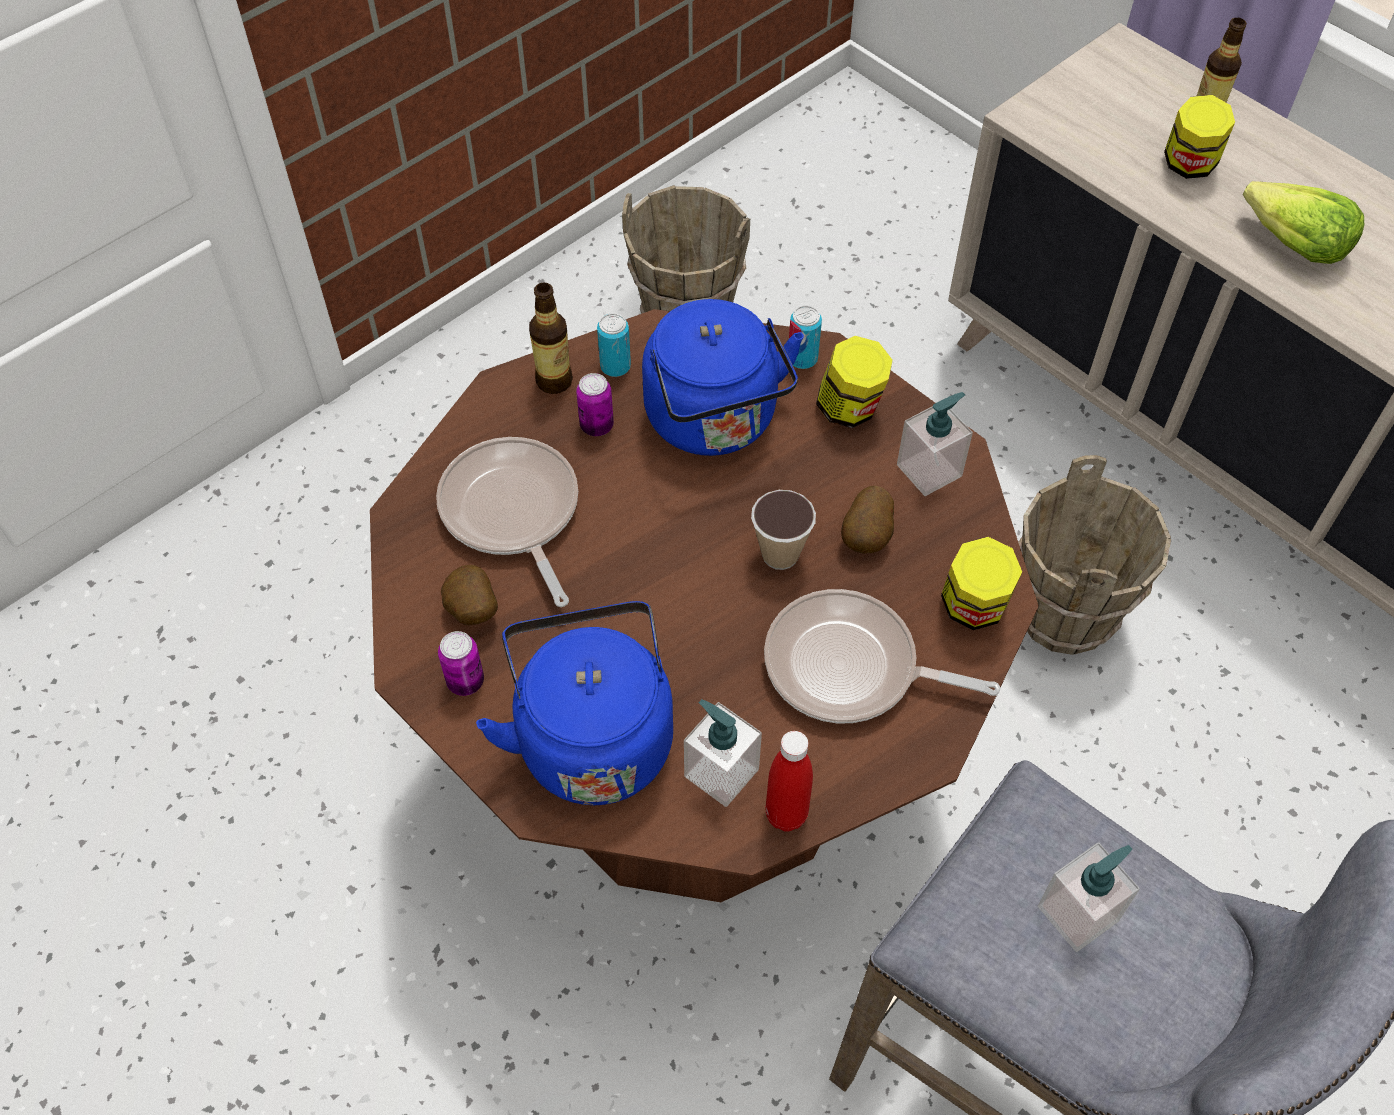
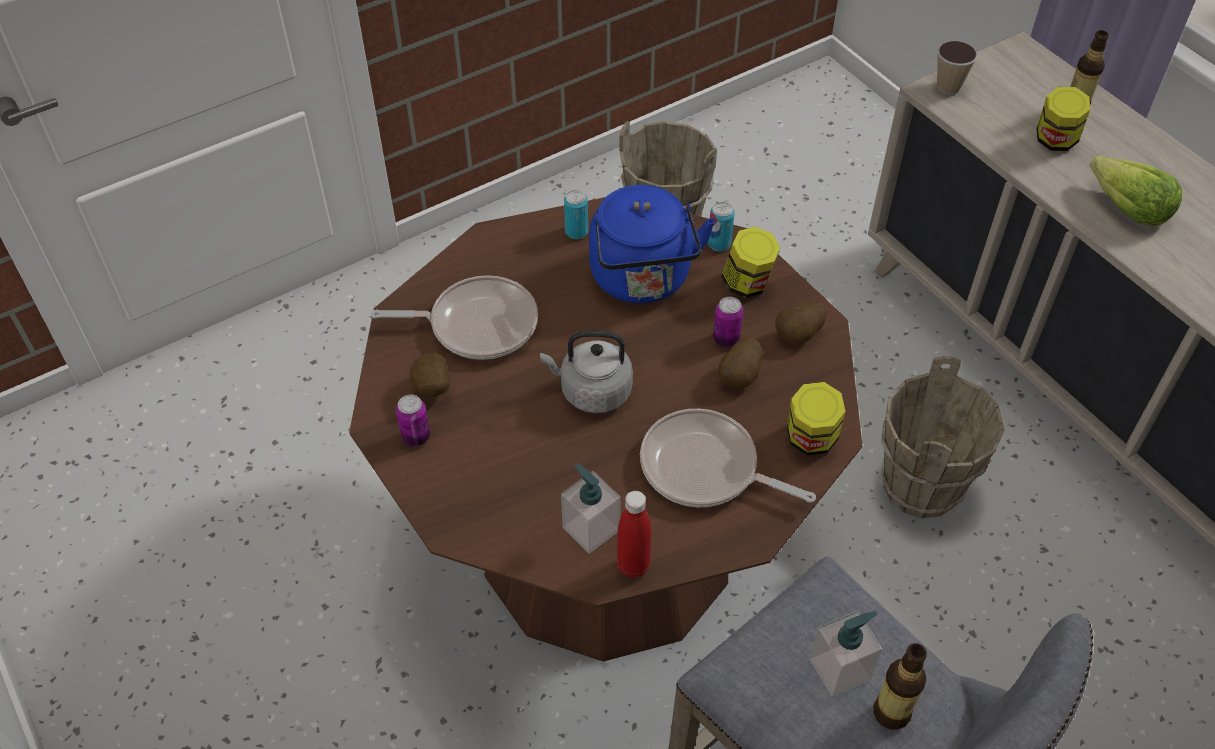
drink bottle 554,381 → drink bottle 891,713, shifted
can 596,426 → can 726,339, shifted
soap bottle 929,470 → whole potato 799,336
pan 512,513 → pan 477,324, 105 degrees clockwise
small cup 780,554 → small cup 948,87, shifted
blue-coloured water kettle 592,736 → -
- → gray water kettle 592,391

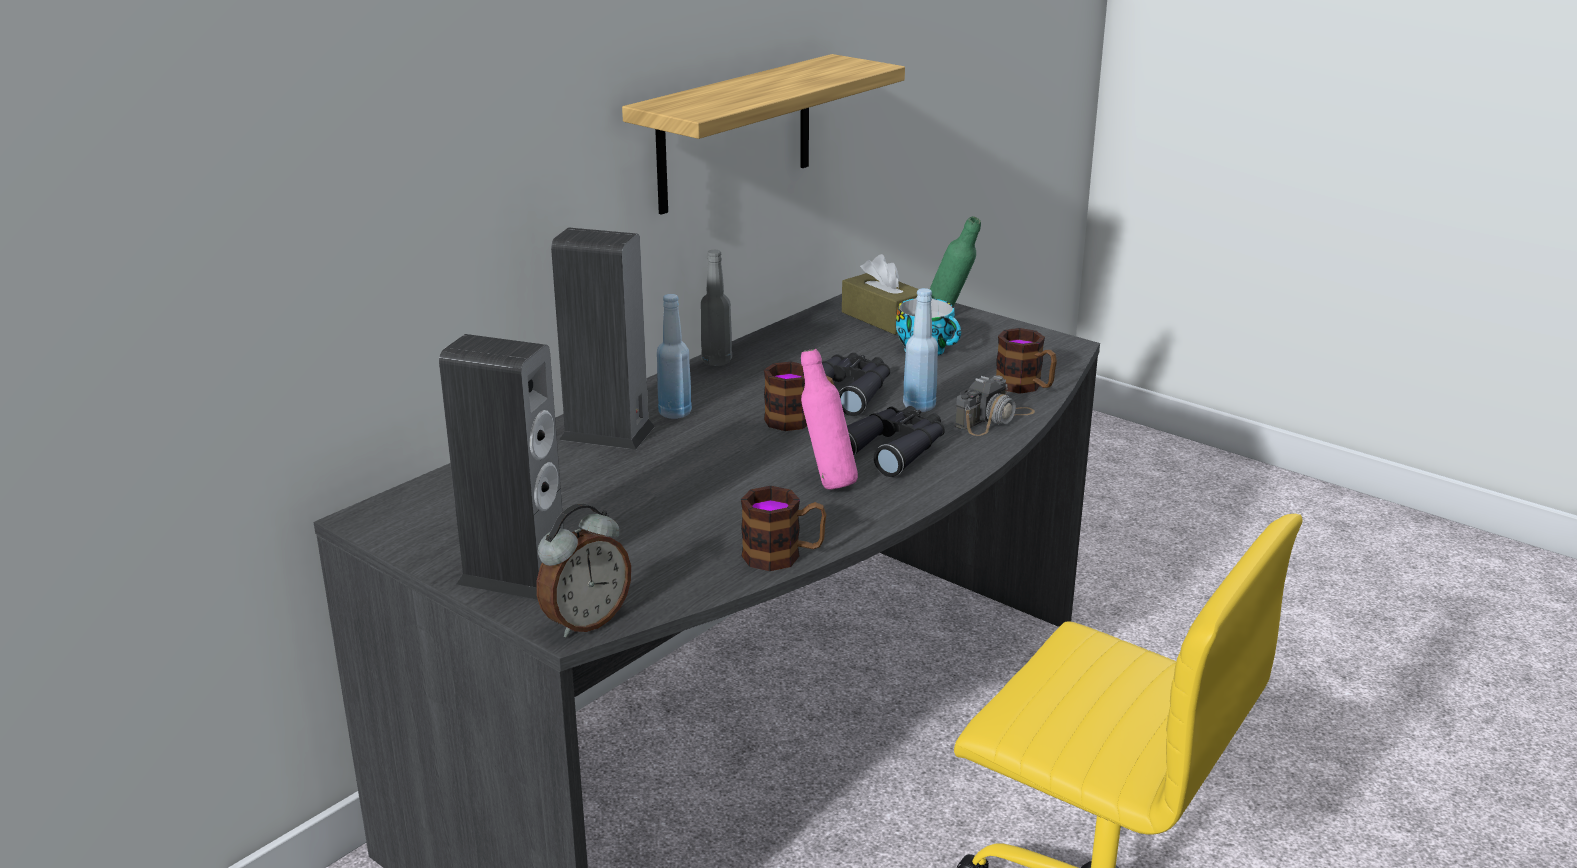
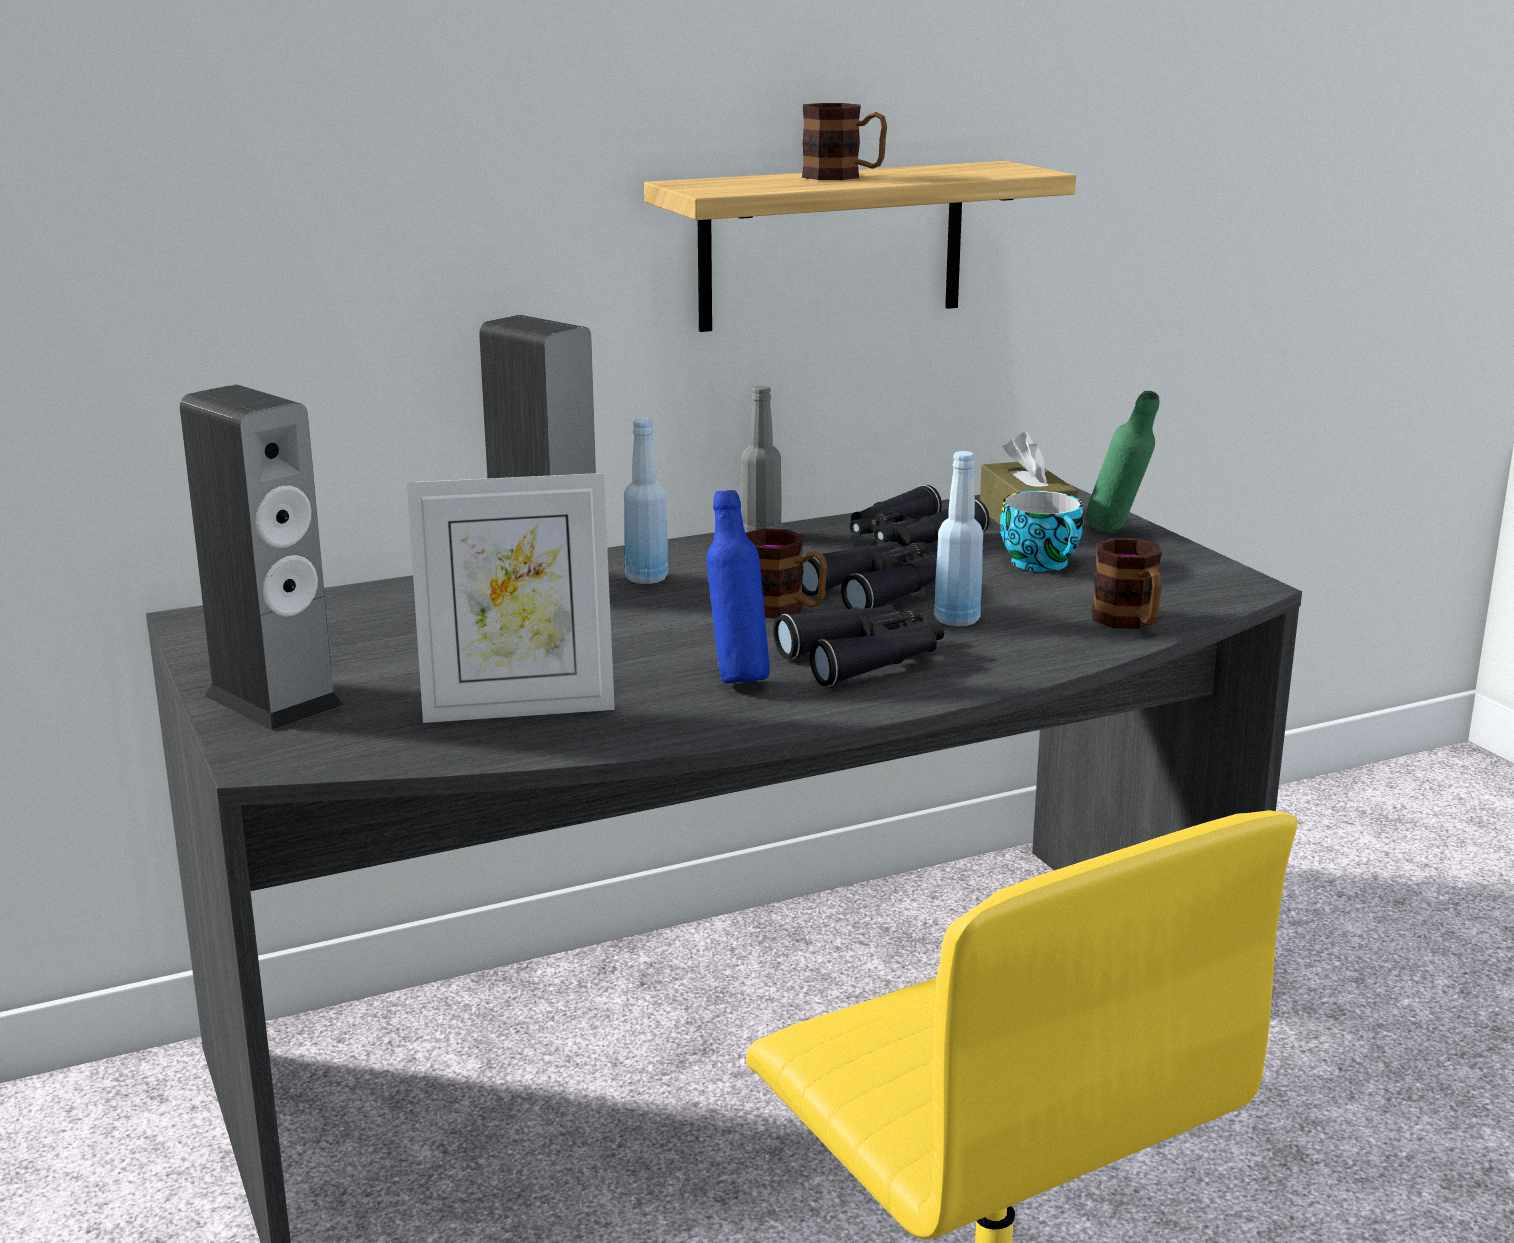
pinkish drink bottle 827,483 → blue-coloured drink bottle 737,678
still camera 994,419 → -
mug 783,556 → mug 843,177, shifted
alarm clock 585,621 → -
- → standing frame 518,708
- → black binoculars 910,539

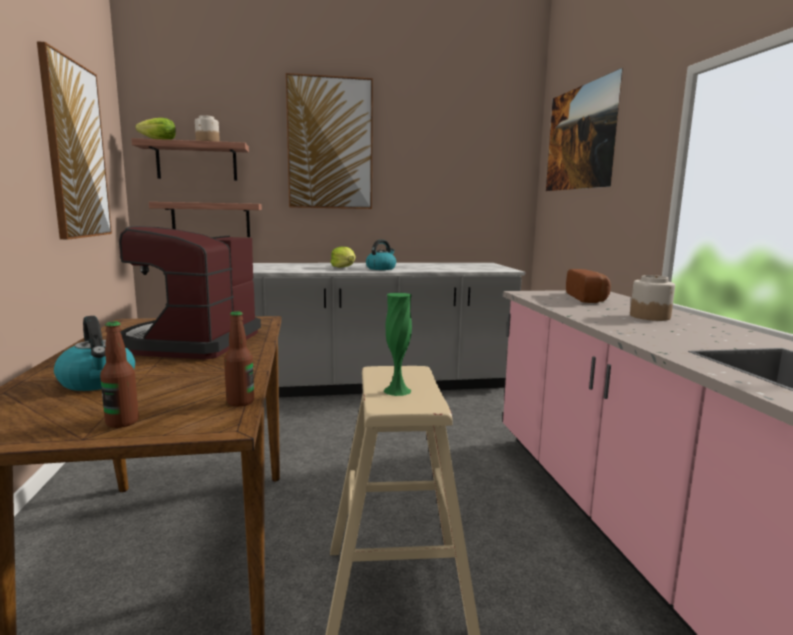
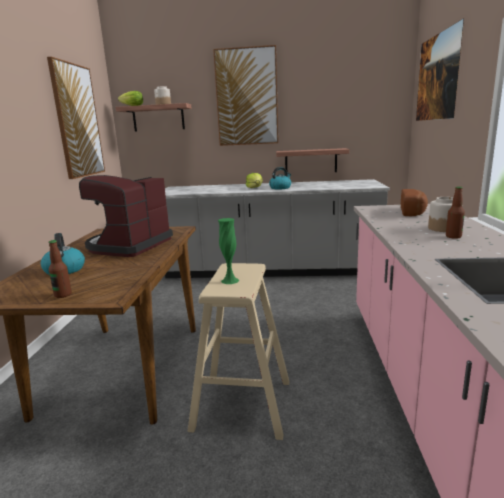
wall shelf 211,220 → wall shelf 310,161, shifted
drink bottle 240,402 → drink bottle 453,236, shifted

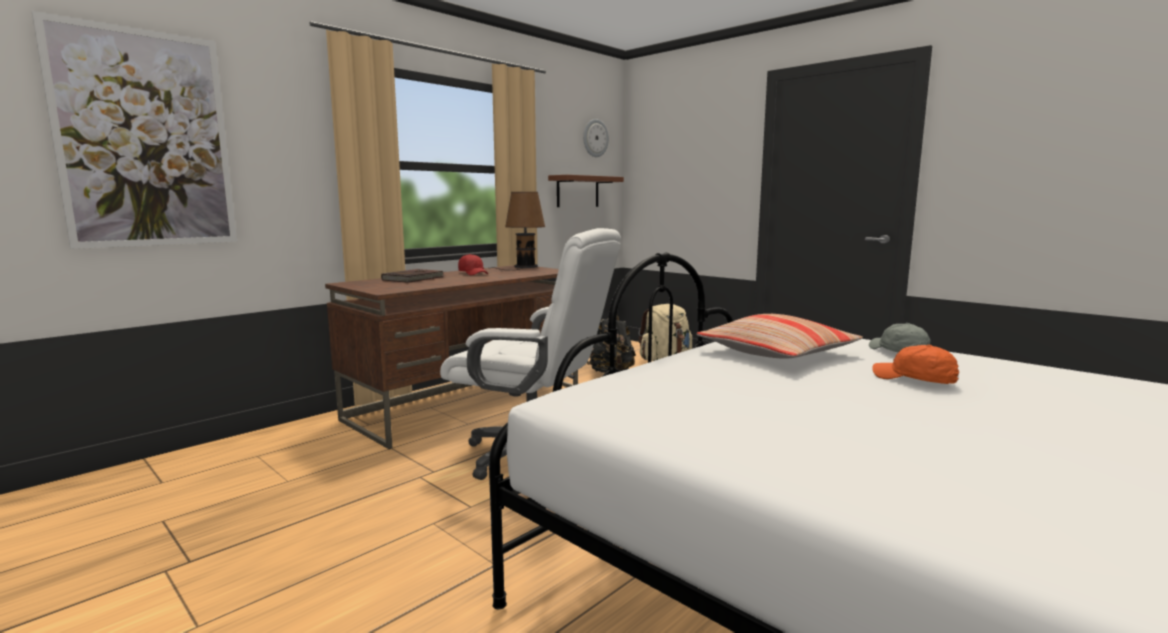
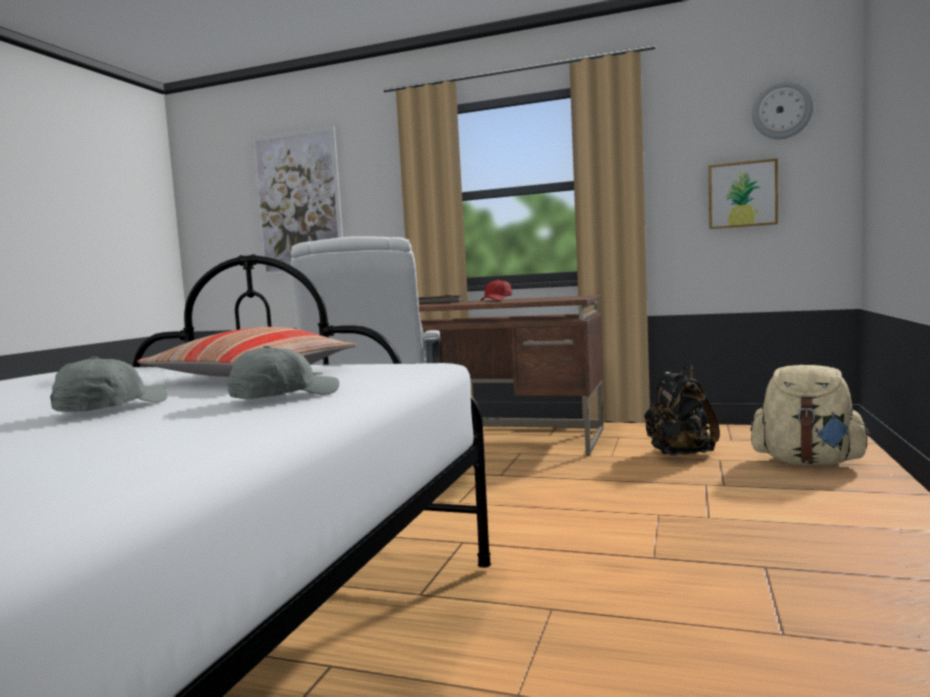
brown-coloured wall shelf 577,191 → wall art 742,195
brown-coloured tabletop lamp 523,267 → -
orange cap 914,380 → gray cap 110,409

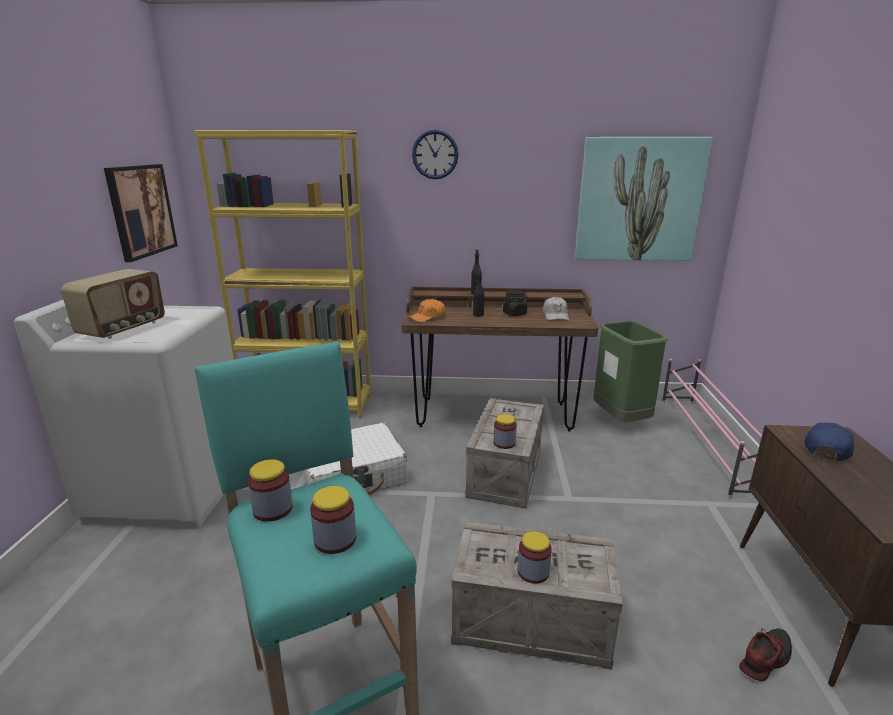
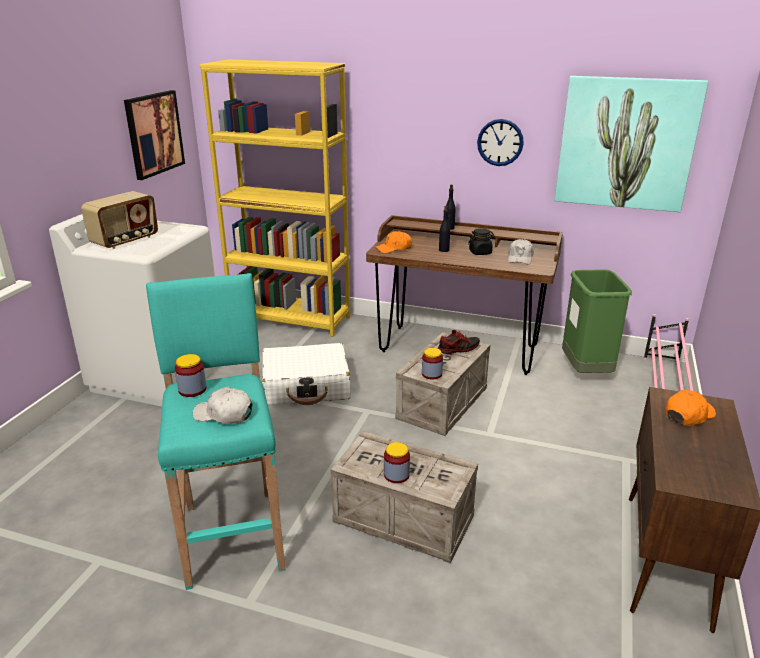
hanging clock 435,154 → hanging clock 500,142, shifted
blue-coloured cap 827,449 → orange cap 688,415
jar 335,539 → whitish cap 224,414
item of footwear 764,658 → item of footwear 458,349, shifted

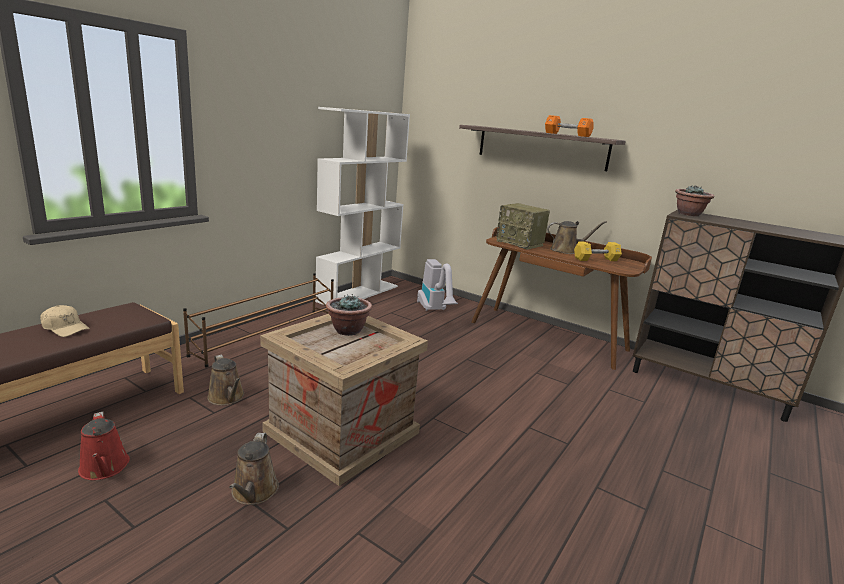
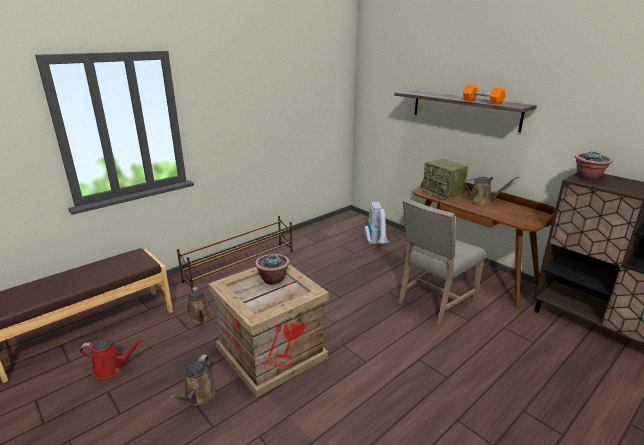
whitish shelving unit 358,293 → -
yellow hand weight 596,259 → -
sand-coloured cap 65,328 → -
red watering pot 104,468 → red watering pot 112,368, 75 degrees counterclockwise
- → sand-coloured plain chair 434,301

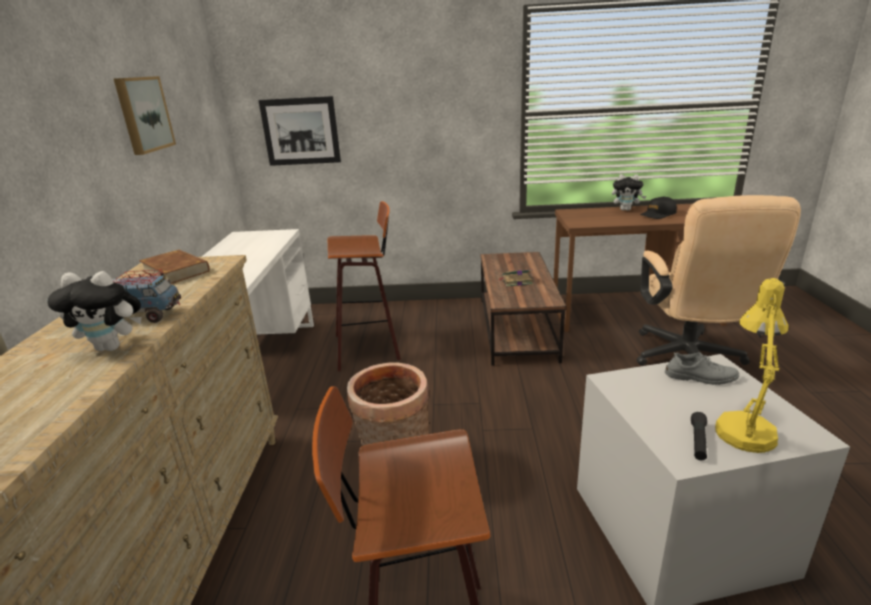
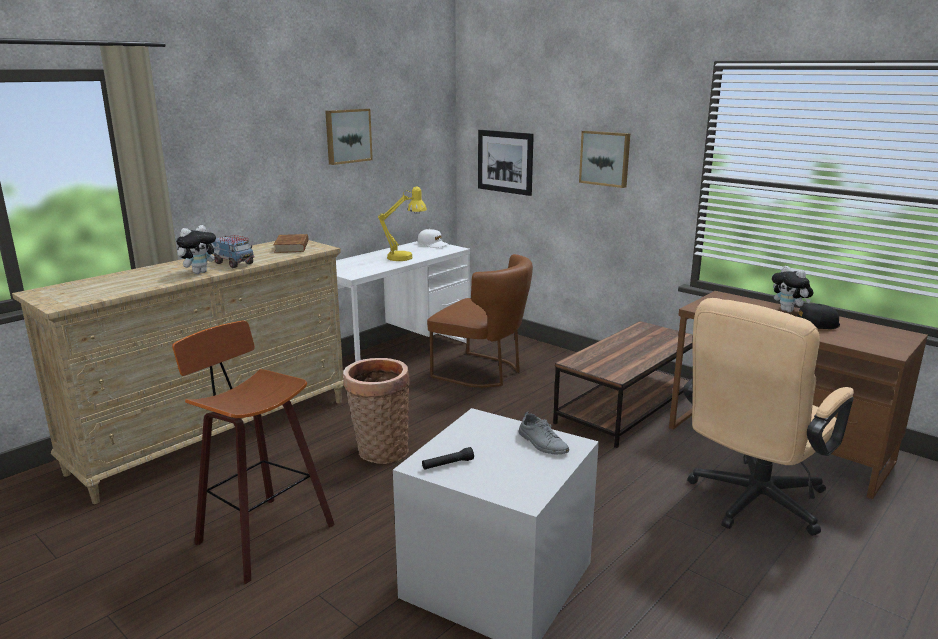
stool seat 369,347 → brown-coloured plain chair 483,372
bound book 516,281 → -
cuddly toy 113,347 → cuddly toy 199,272, 90 degrees counterclockwise
yellow tabletop lamp 744,427 → yellow tabletop lamp 405,257, shifted
- → wall art 605,158
- → whitish cap 433,244

